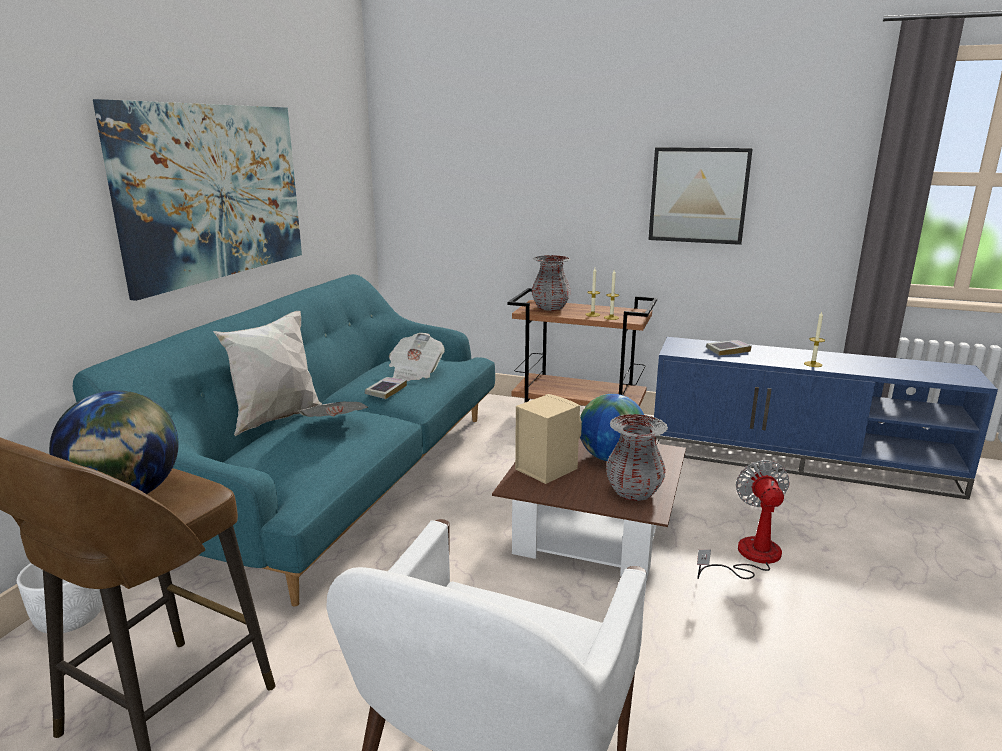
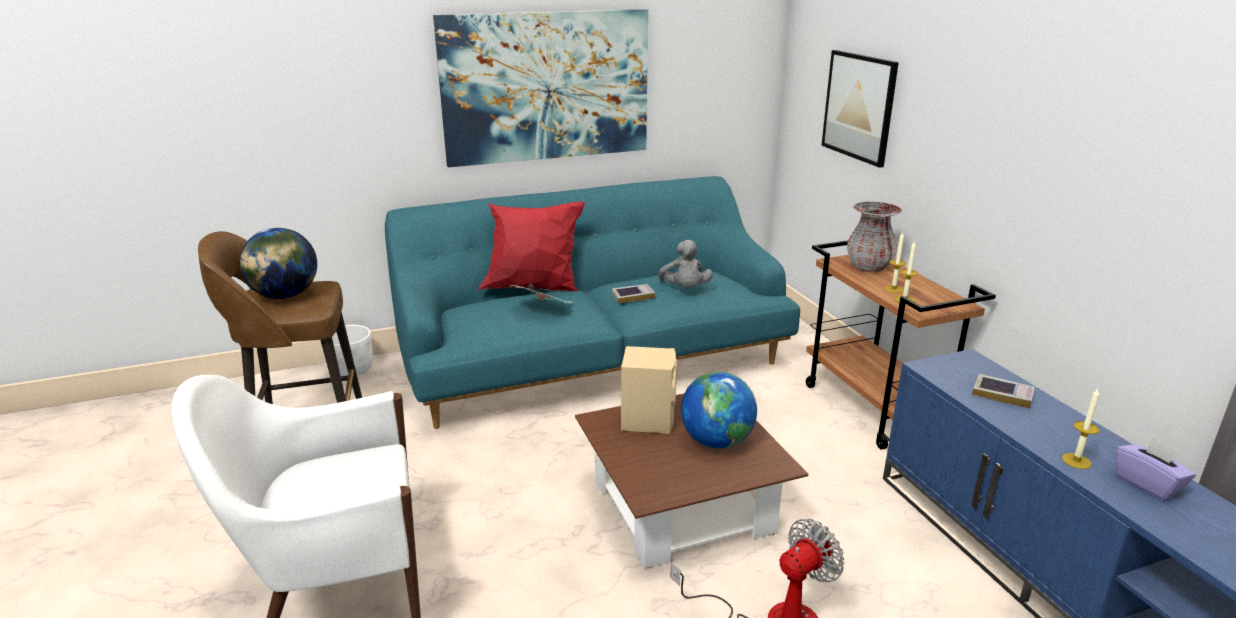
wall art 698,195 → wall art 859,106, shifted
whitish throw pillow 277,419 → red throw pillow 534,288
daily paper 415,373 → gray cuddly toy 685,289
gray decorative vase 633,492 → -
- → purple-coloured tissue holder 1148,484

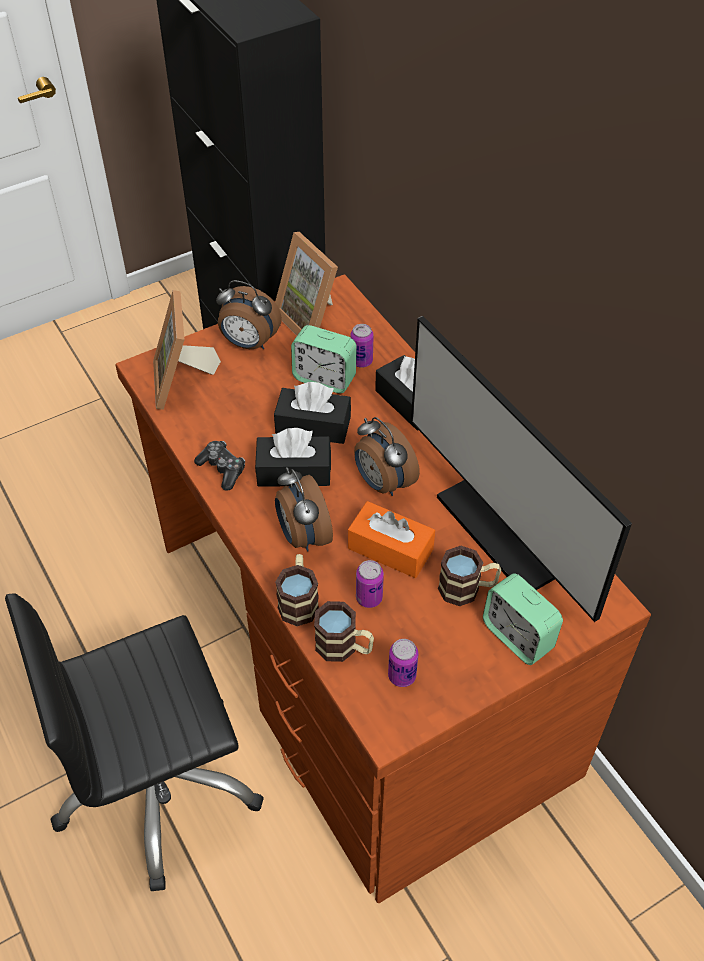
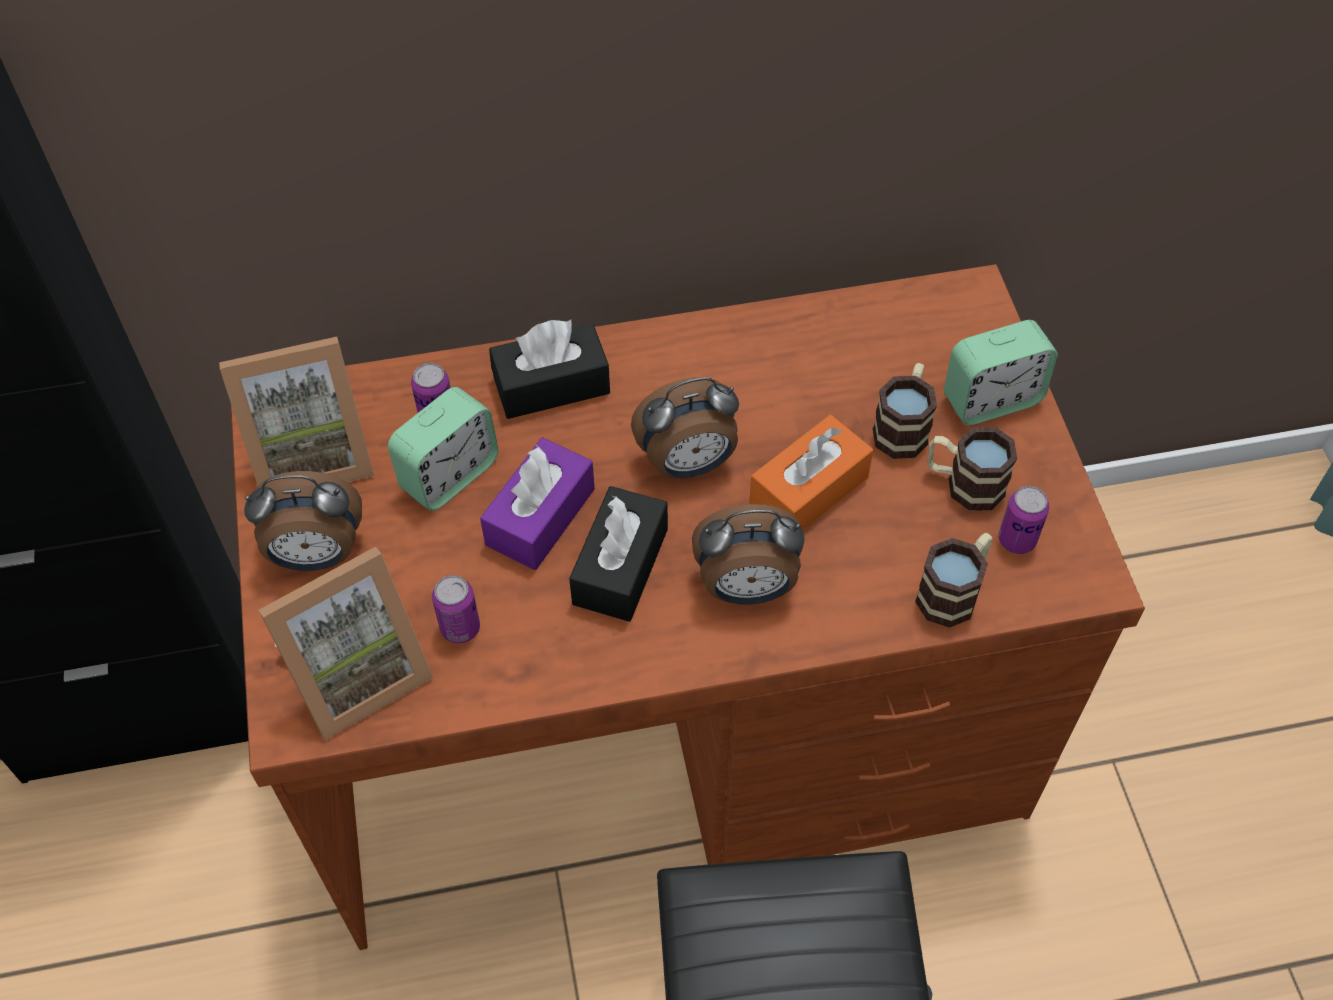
alarm clock 249,343 → alarm clock 316,555, 45 degrees clockwise
standing frame 183,382 → standing frame 355,673, 45 degrees counterclockwise
monitor 505,531 → -
black tissue holder 313,426 → purple-coloured tissue holder 540,517
joypad 222,469 → -
mug 299,600 → mug 963,483, shifted
can 369,598 → can 460,628, shifted

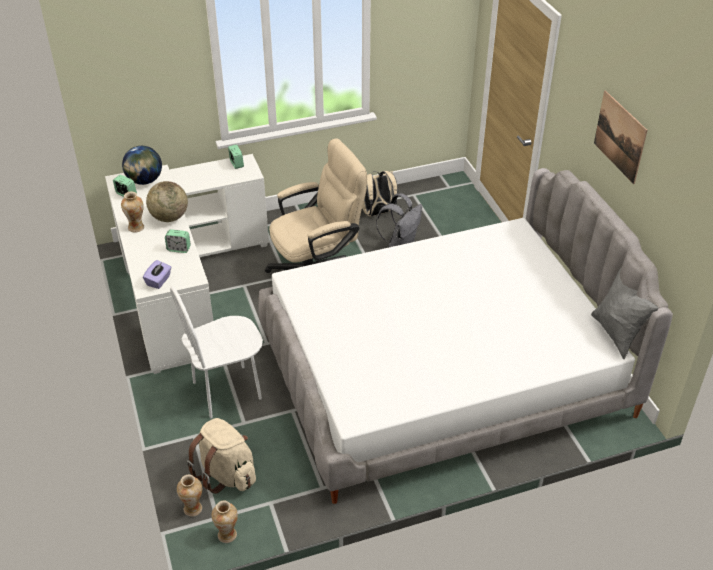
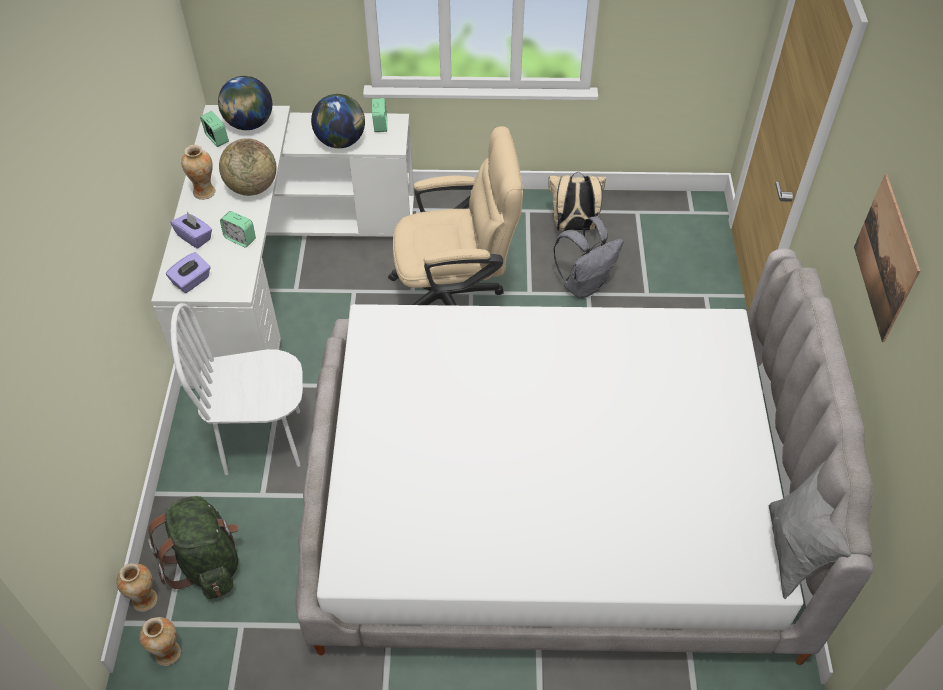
sand-coloured knapsack 226,473 → green-coloured knapsack 207,563
- → world globe 341,141
- → purple-coloured tissue holder 195,237

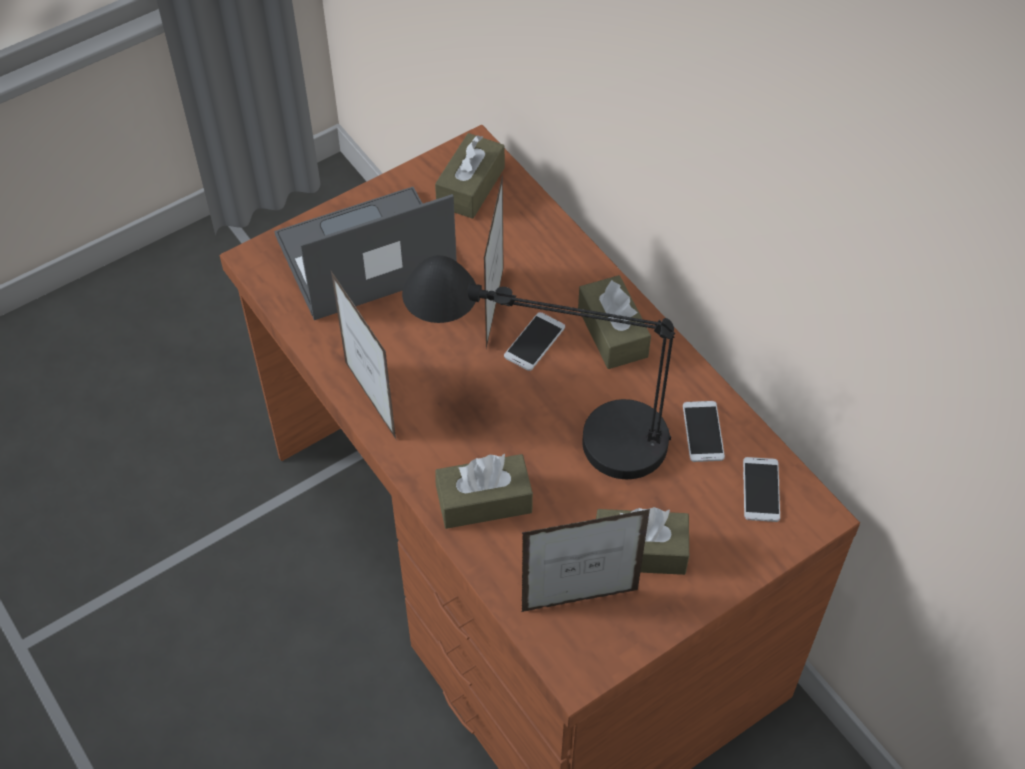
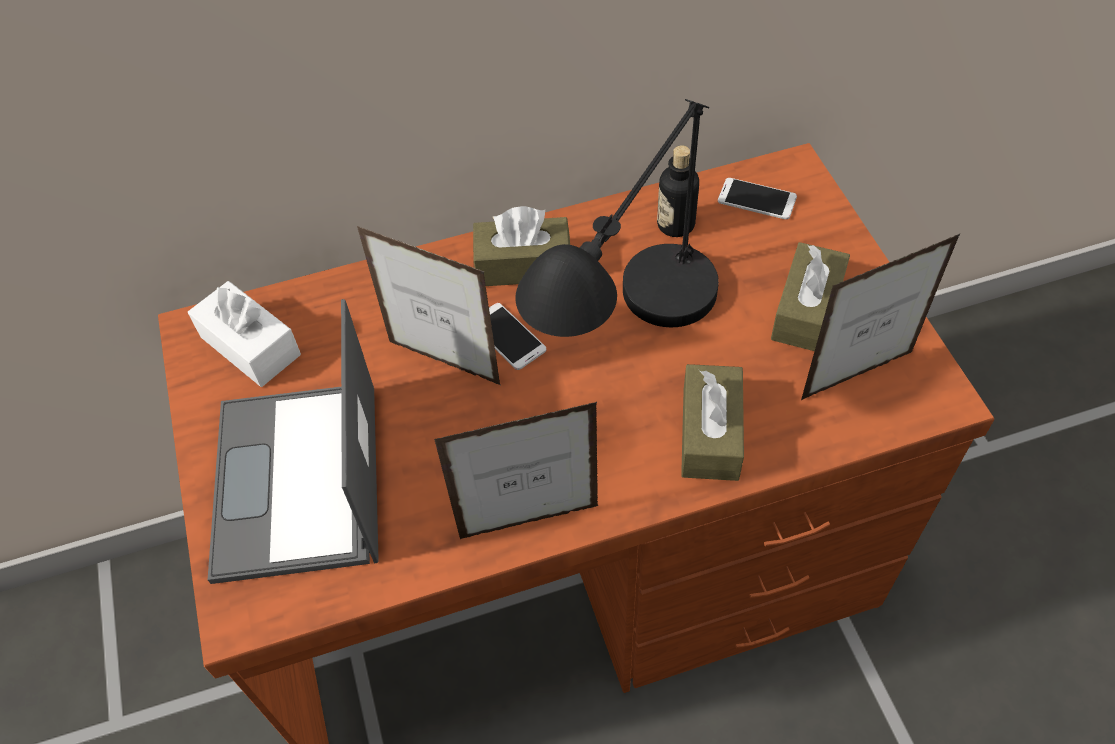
brown-coloured tissue holder 470,187 → whitish tissue holder 250,346
phone 703,431 → drink bottle 675,224
standing frame 579,601 → standing frame 857,375, 120 degrees counterclockwise

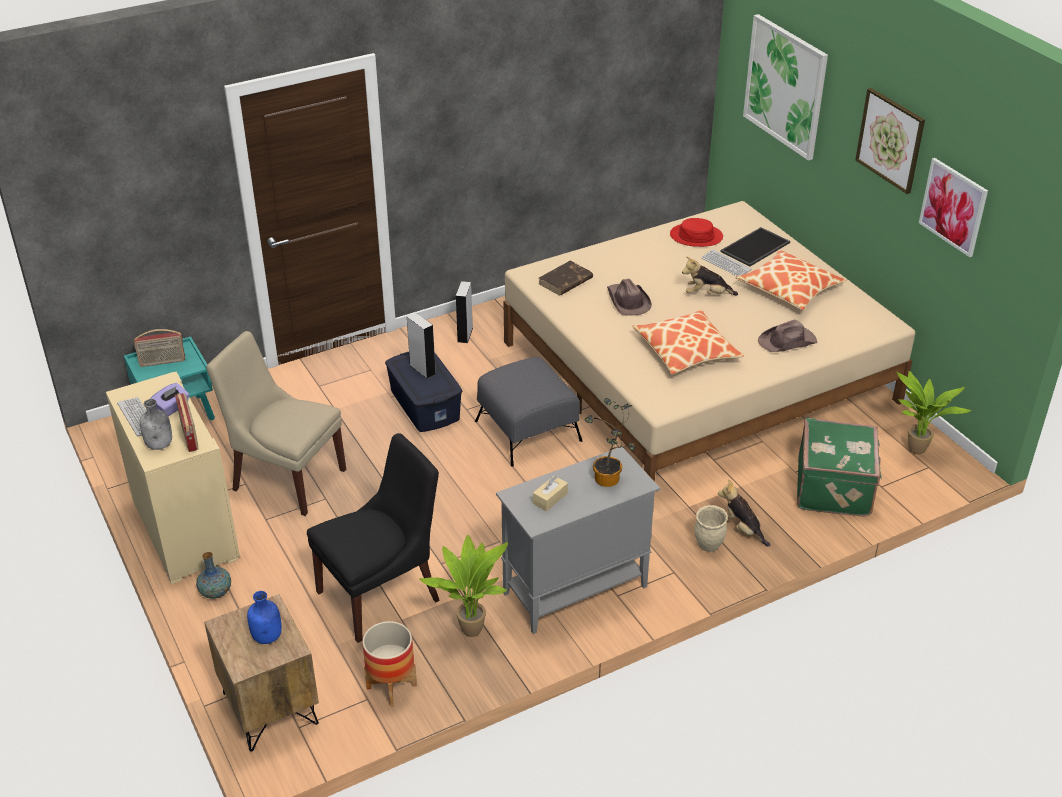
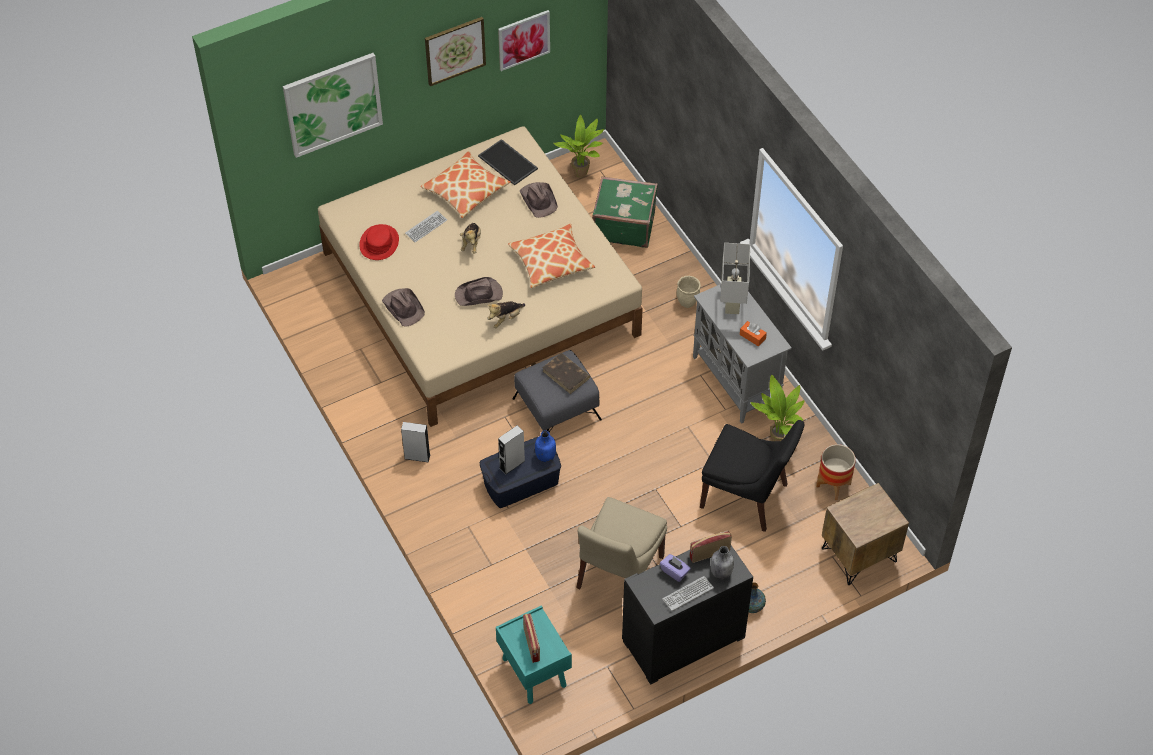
serving tray 755,248 → serving tray 509,162, shifted
brown-coloured bound book 565,281 → brown-coloured bound book 566,375, shifted
sand-coloured drawer chest 184,530 → black drawer chest 683,640
houseplant 609,481 → whitish tabletop lamp 732,303
black plain chair 382,594 → black plain chair 747,497, 150 degrees clockwise
sand-coloured tissue holder 550,498 → orange tissue holder 752,336
cuddly toy 742,529 → cuddly toy 505,319, shifted
blue-coloured drink bottle 268,636 → blue-coloured drink bottle 545,456, shifted
- → brown-coloured clothing hat 403,307

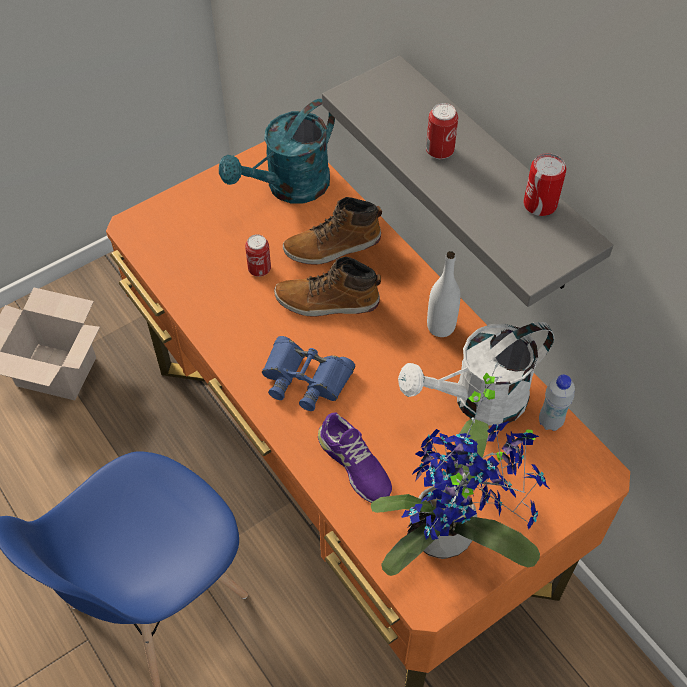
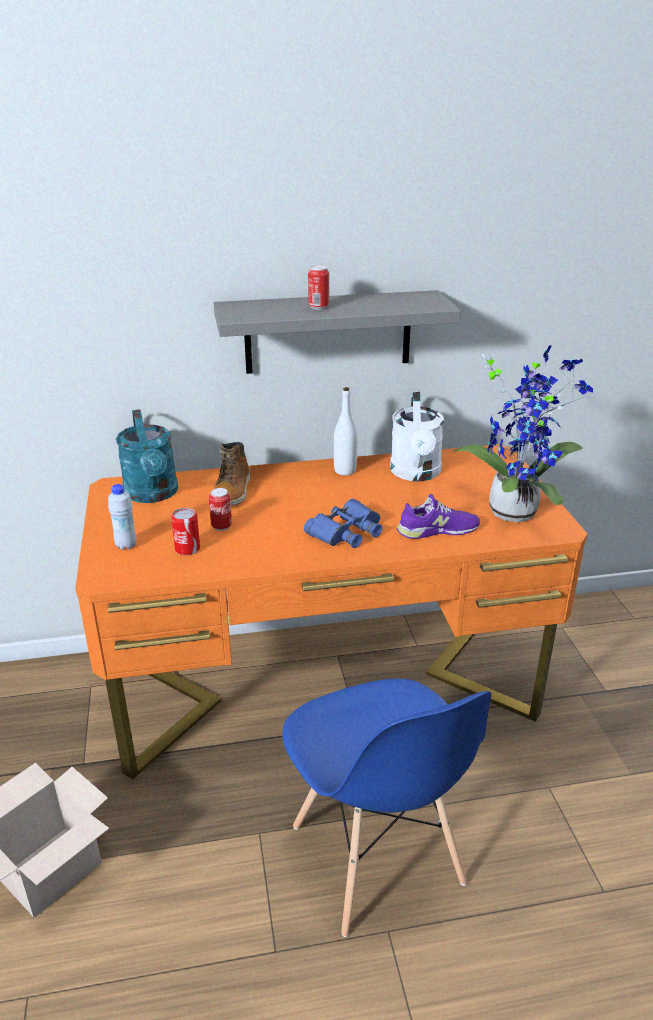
can 540,204 → can 187,549, shifted
tall boot 327,302 → -
whitish drink bottle 550,422 → whitish drink bottle 126,545, shifted

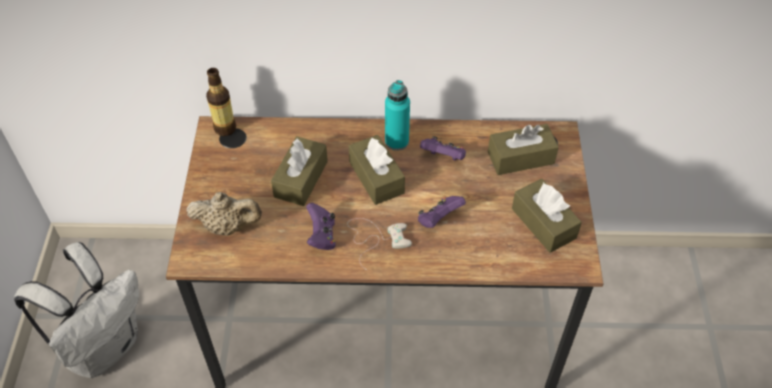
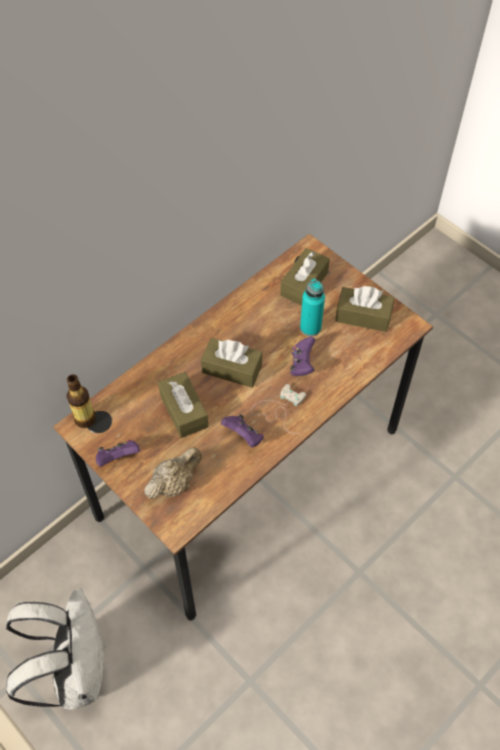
turquoise drink bottle 396,141 → turquoise drink bottle 310,327, shifted
purple-coloured joypad 443,157 → purple-coloured joypad 118,458, shifted

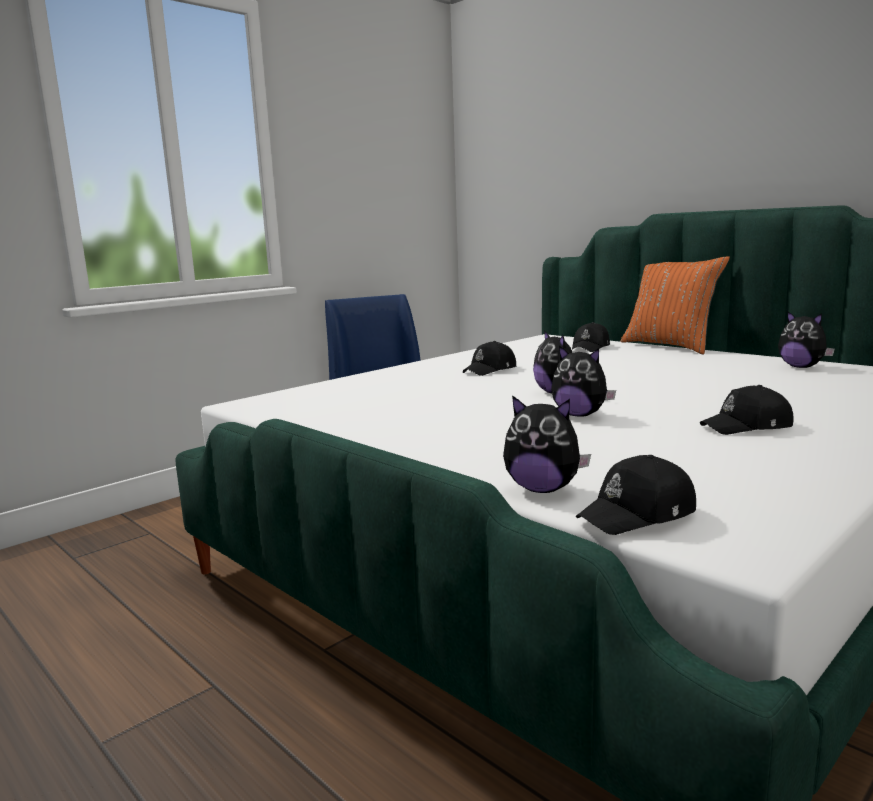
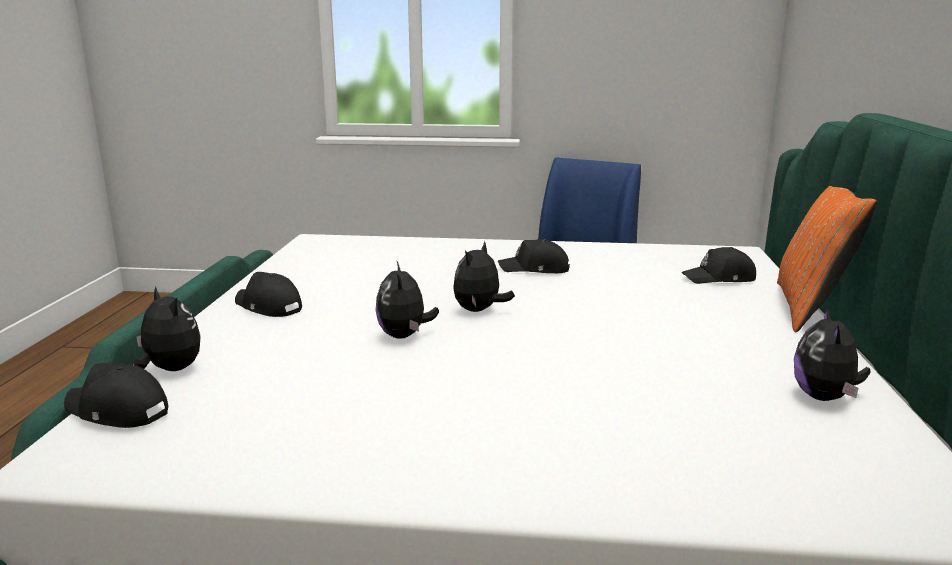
black cap 748,426 → black cap 268,307, shifted
cuddly toy 542,489 → cuddly toy 170,369, 150 degrees clockwise

